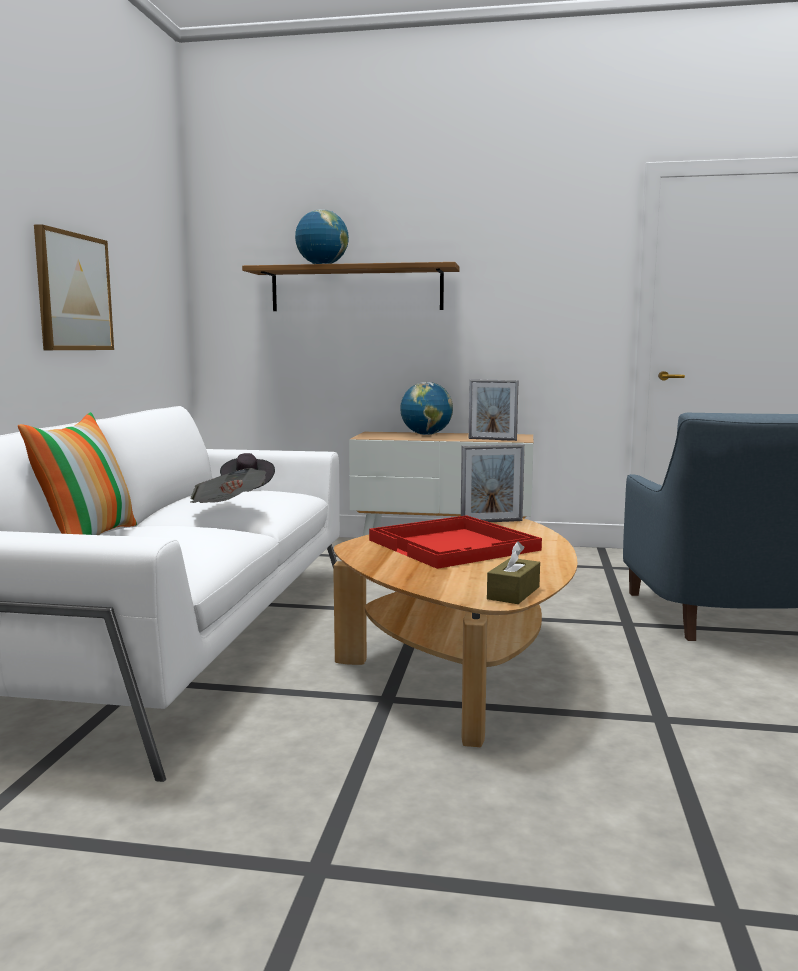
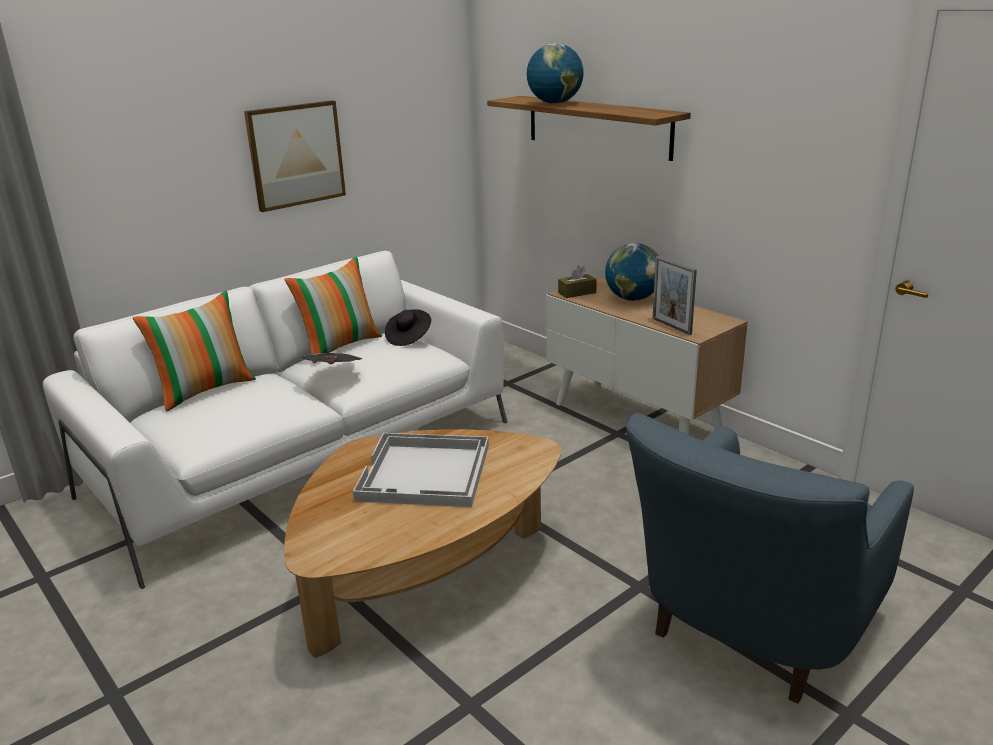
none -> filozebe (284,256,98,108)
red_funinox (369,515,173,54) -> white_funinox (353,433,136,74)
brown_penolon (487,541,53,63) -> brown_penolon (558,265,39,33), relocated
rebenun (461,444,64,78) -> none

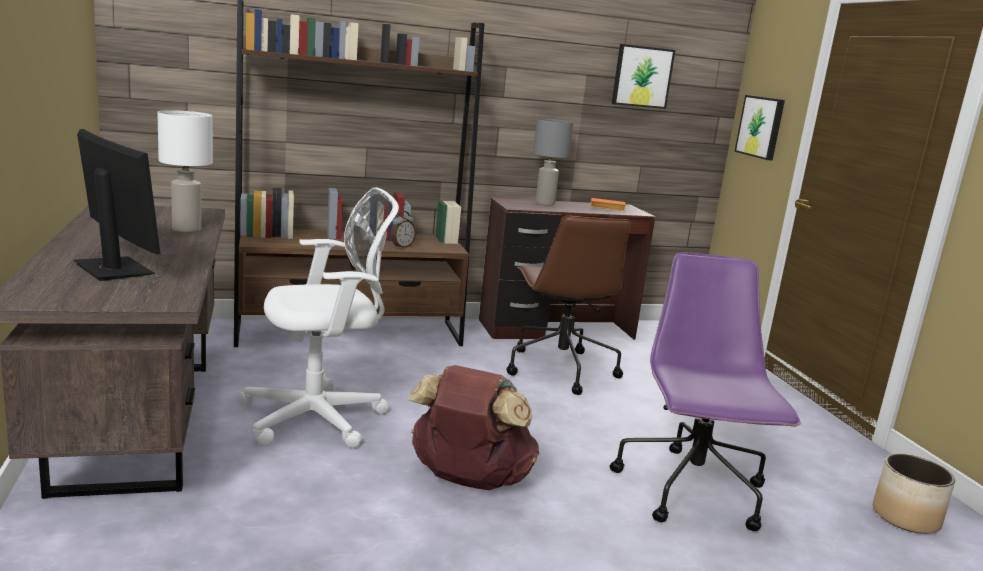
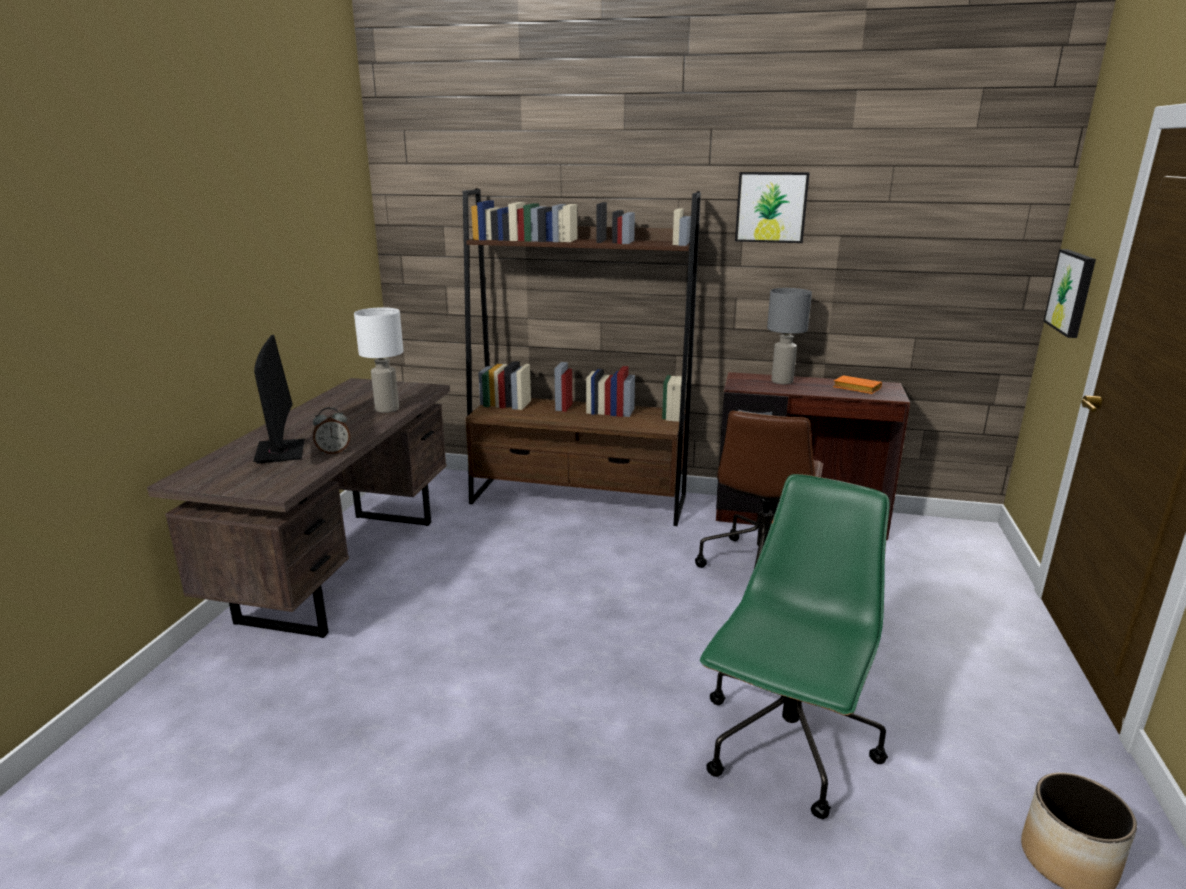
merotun (390,211,26,37) -> merotun (313,407,37,47), relocated
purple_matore (610,252,191,279) -> green_matore (700,474,190,345)
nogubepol (612,44,63,65) -> nogubepol (735,172,75,71), relocated
white_matore (237,187,162,261) -> none
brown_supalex (408,365,131,125) -> none

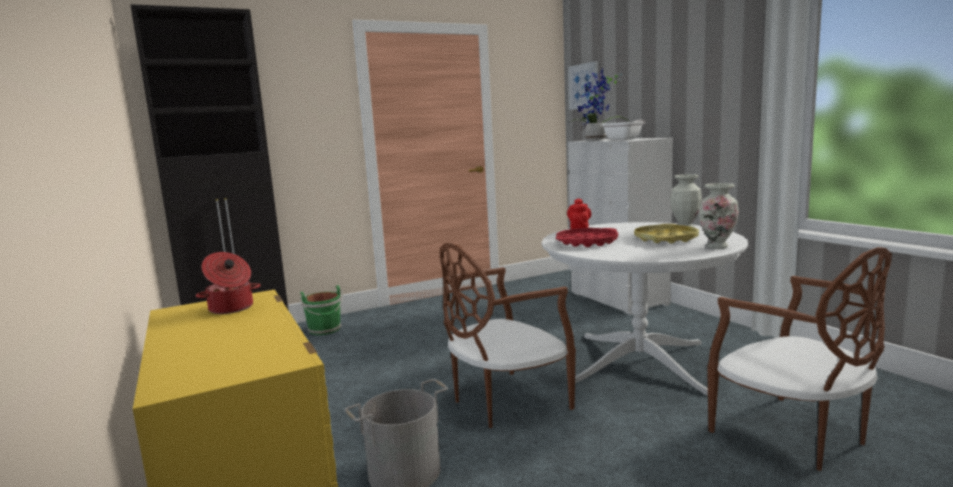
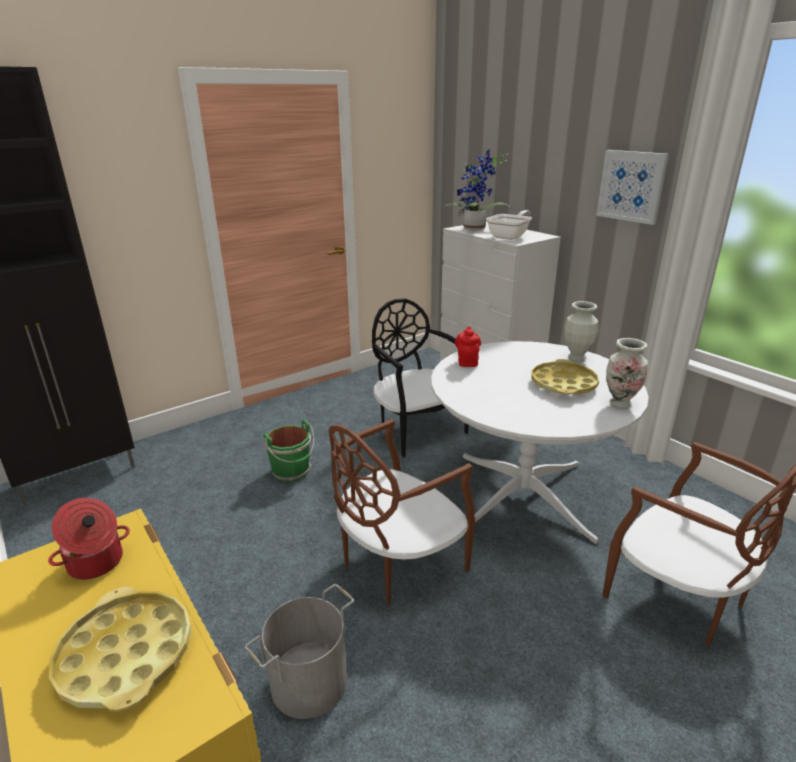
none -> yellow_funinox (49,587,142,125)
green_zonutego (300,285,43,50) -> green_zonutego (263,420,51,62), relocated
none -> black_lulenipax (372,299,97,158)
nogubepol (568,61,30,49) -> nogubepol (596,150,73,75), relocated
red_funinox (556,228,62,19) -> none

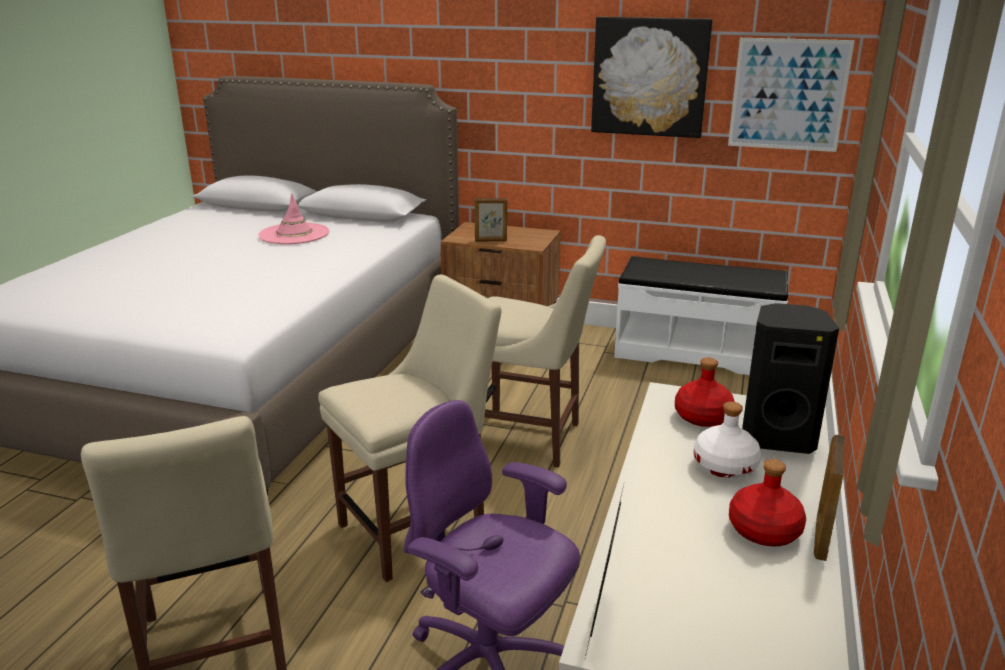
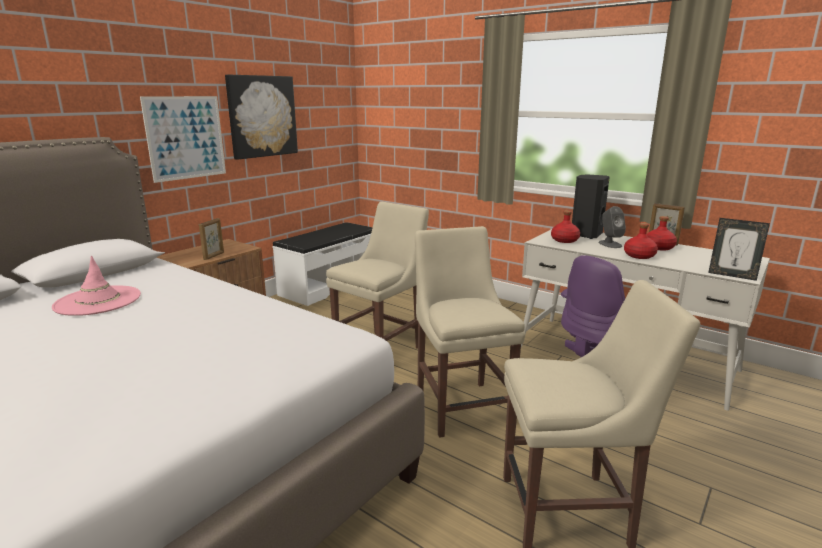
nogubepol (728,38,127,114) -> nogubepol (140,96,86,87), relocated
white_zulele (694,401,67,77) -> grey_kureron (598,206,28,42)
none -> red_zulele (624,223,34,36)

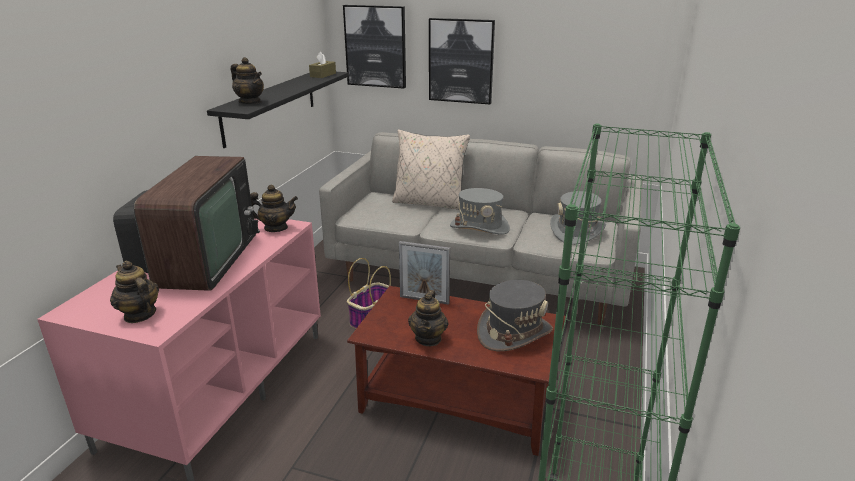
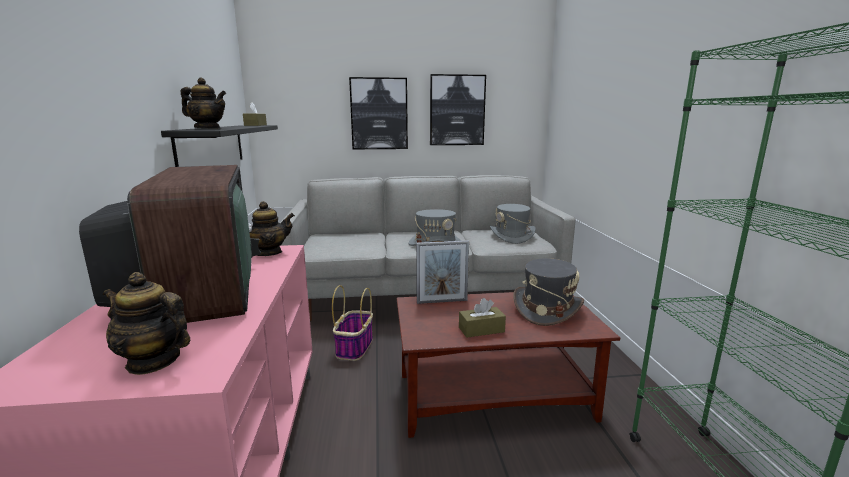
nogubepol (343,5,63,84) -> nogubepol (430,74,56,71), relocated
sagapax (408,290,40,56) -> brown_penolon (459,298,47,40)
beige_filozebe (392,129,78,80) -> none

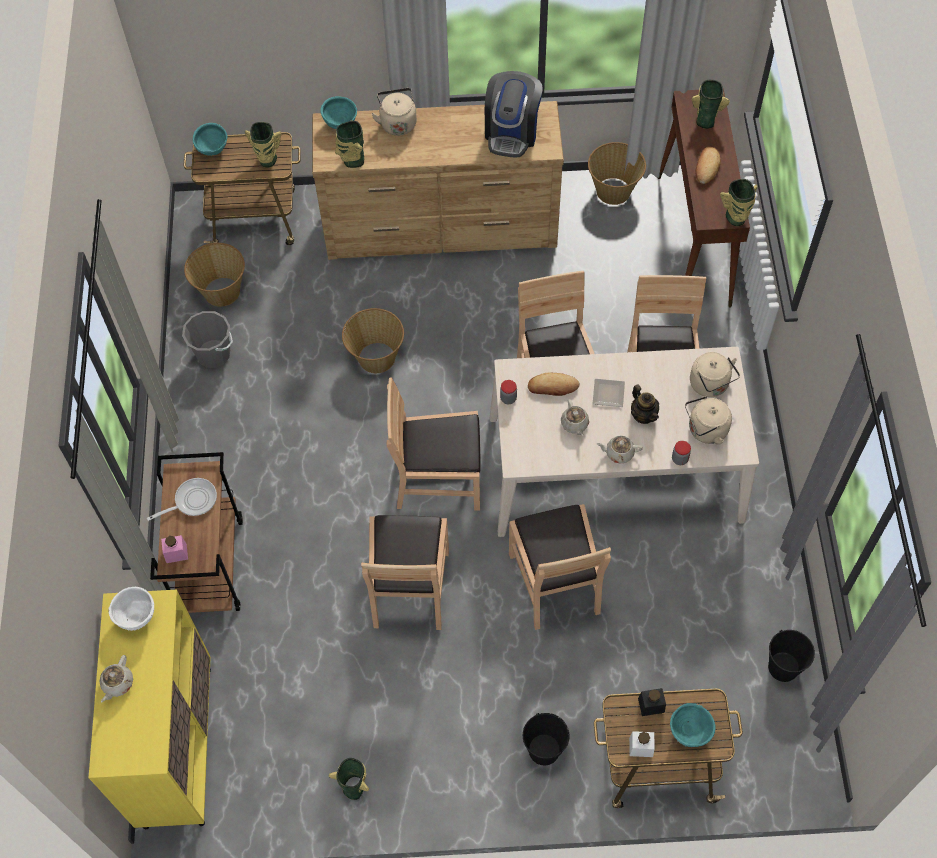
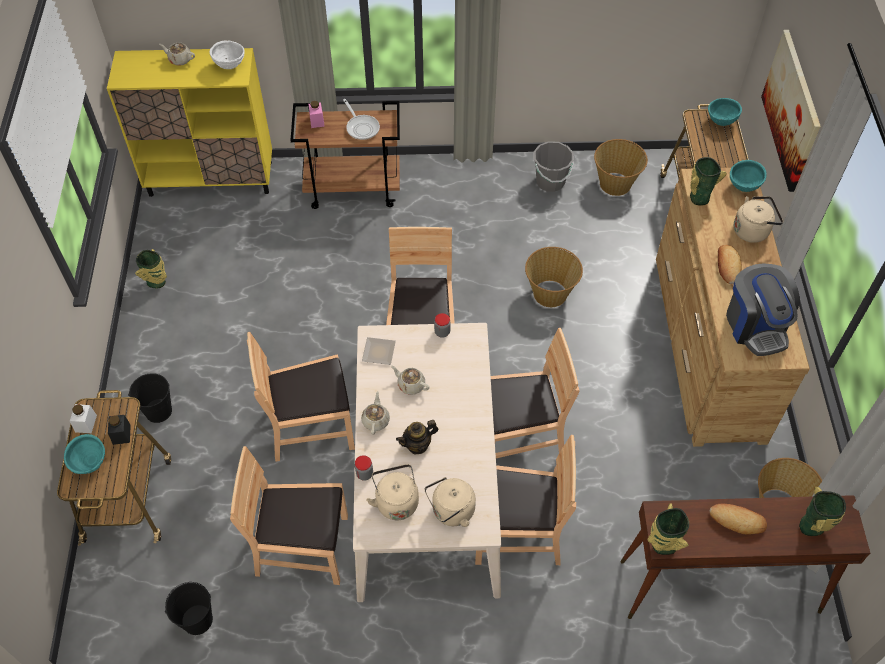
brown_lulenipax (361,515,88,115) -> brown_lulenipax (230,446,118,139), relocated
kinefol (593,379,32,28) -> kinefol (362,337,34,28), relocated
beige_sagapax (561,399,28,37) -> beige_sagapax (391,365,39,30), 45 degrees clockwise
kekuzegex (528,373,52,23) -> kekuzegex (718,245,24,39), relocated
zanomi (485,71,58,87) -> zanomi (726,263,74,93), 120 degrees counterclockwise
none -> nogubepol (761,30,60,162)
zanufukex (245,122,36,46) -> none

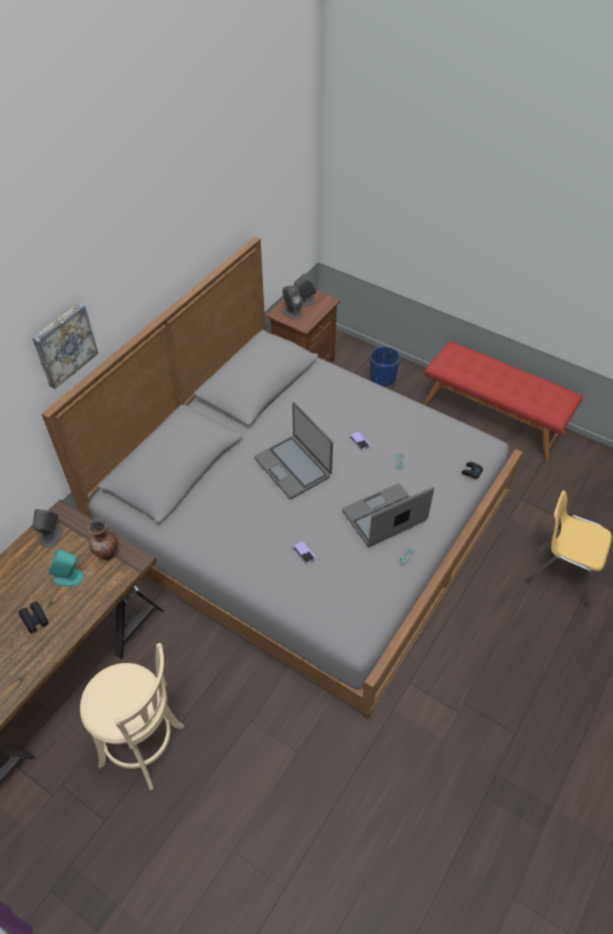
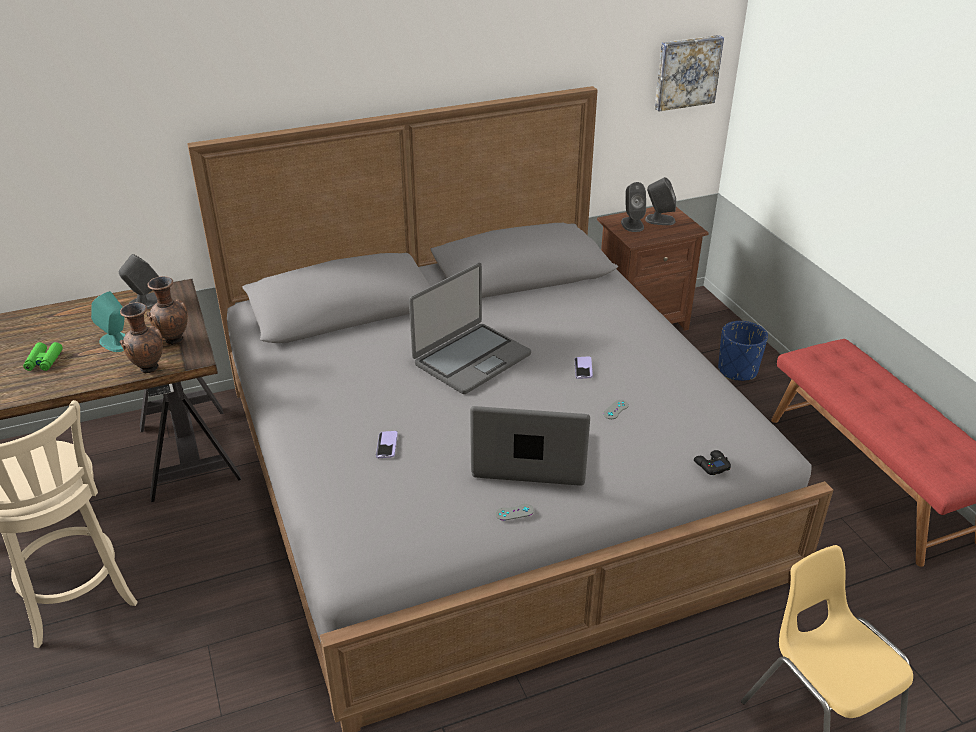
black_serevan (18,602,30,31) -> green_serevan (23,342,40,29)
none -> brown_zanufukex (119,302,44,71)
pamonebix (254,402,79,97) -> pamonebix (409,263,122,131), 135 degrees counterclockwise
nogubepol (32,303,66,86) -> nogubepol (655,35,69,76), relocated

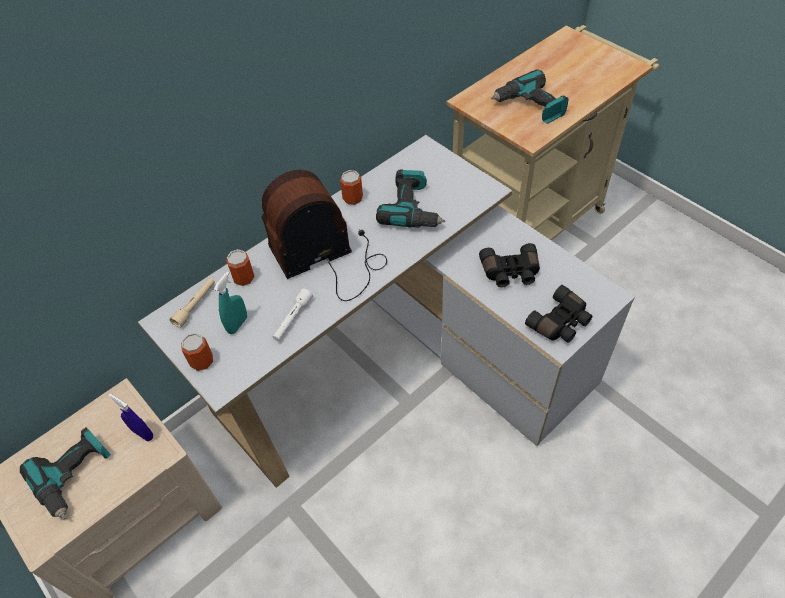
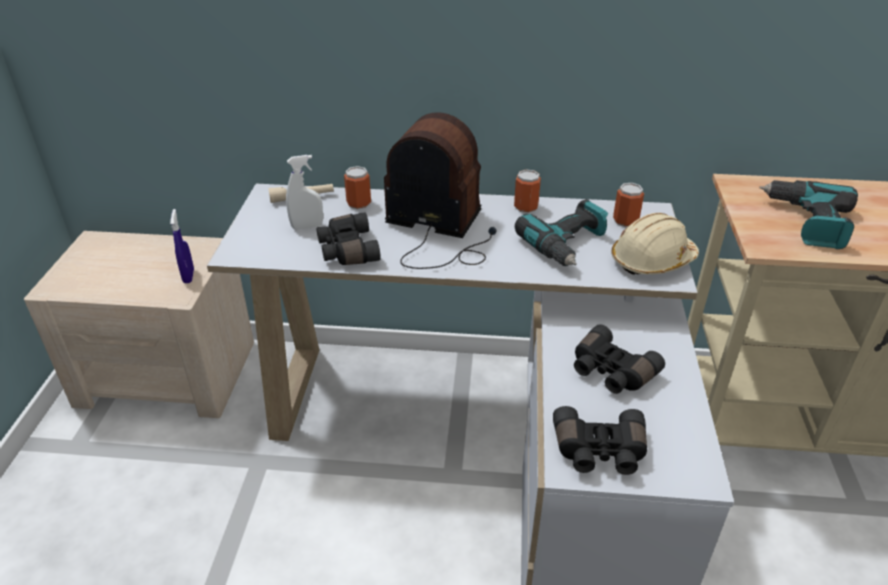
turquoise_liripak (214,271,33,63) -> white_liripak (286,155,37,75)
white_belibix (273,288,40,53) -> black_serevan (317,212,64,53)
none -> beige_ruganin (611,213,88,62)
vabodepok (181,333,32,38) -> vabodepok (613,183,31,44), relocated
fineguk (20,427,91,92) -> none

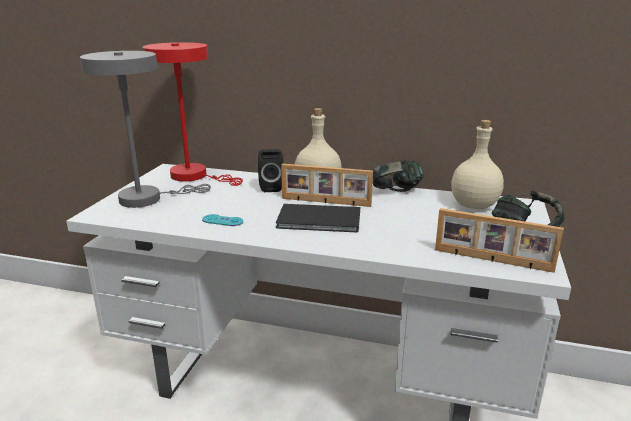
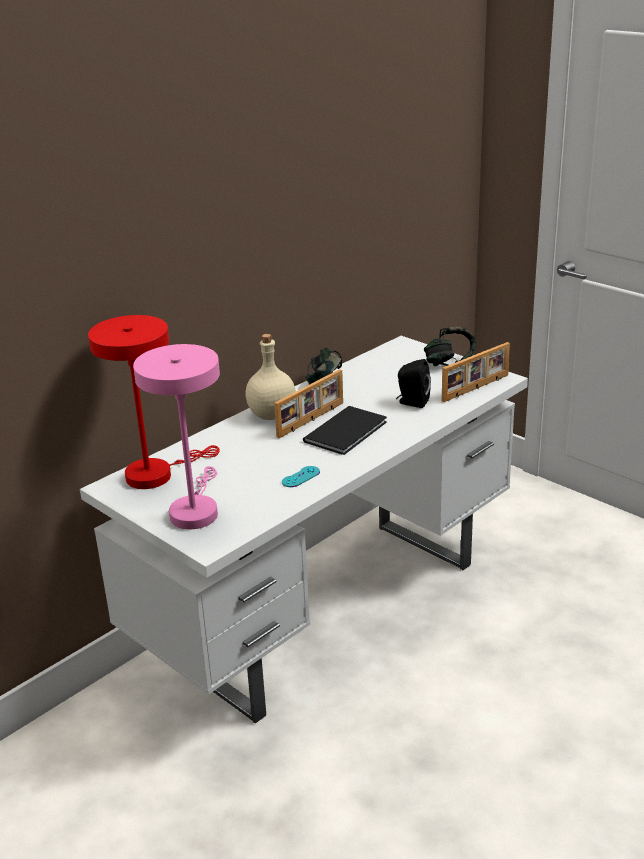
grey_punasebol (80,51,131,157) -> pink_punasebol (133,344,87,185)
black_kureron (258,149,26,43) -> black_kureron (396,359,35,49), relocated
beige_zulele (451,120,53,89) -> none

